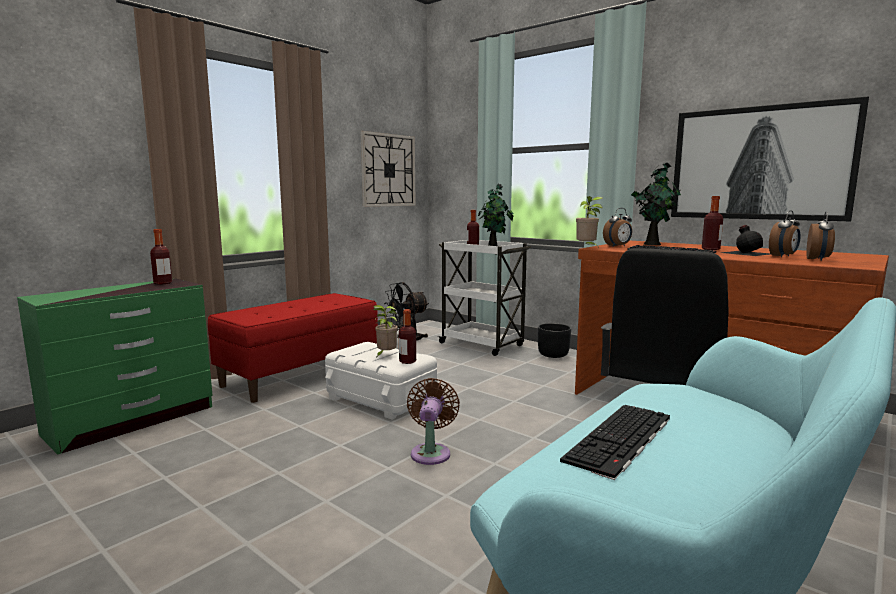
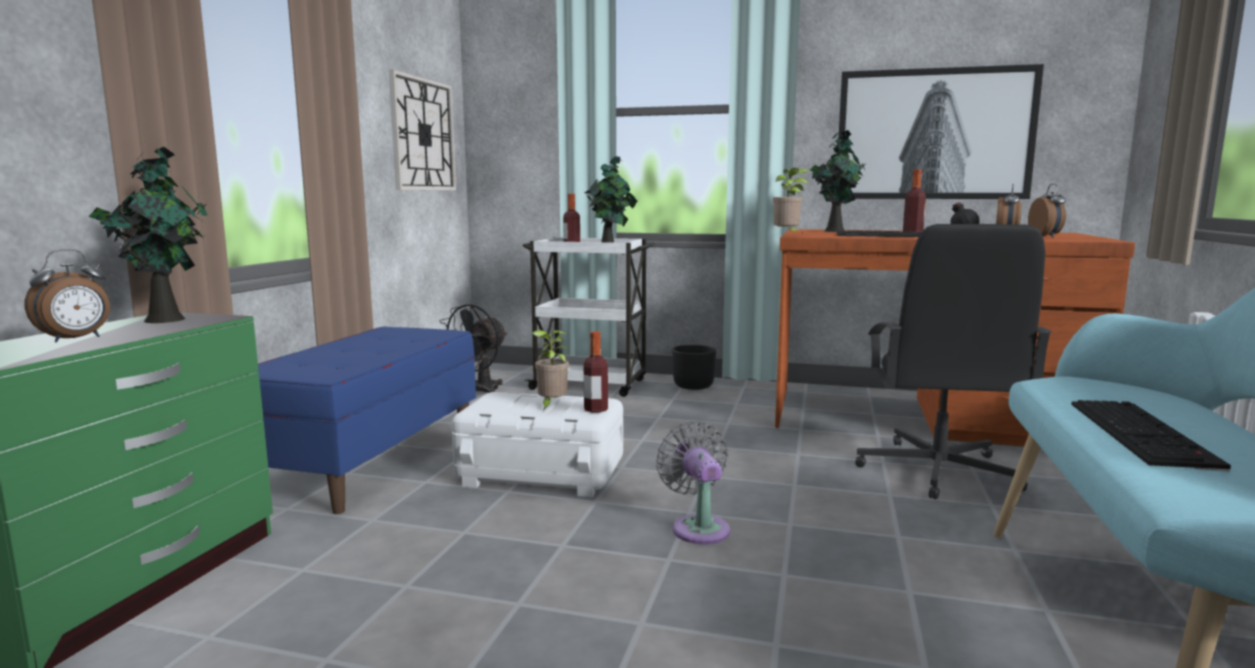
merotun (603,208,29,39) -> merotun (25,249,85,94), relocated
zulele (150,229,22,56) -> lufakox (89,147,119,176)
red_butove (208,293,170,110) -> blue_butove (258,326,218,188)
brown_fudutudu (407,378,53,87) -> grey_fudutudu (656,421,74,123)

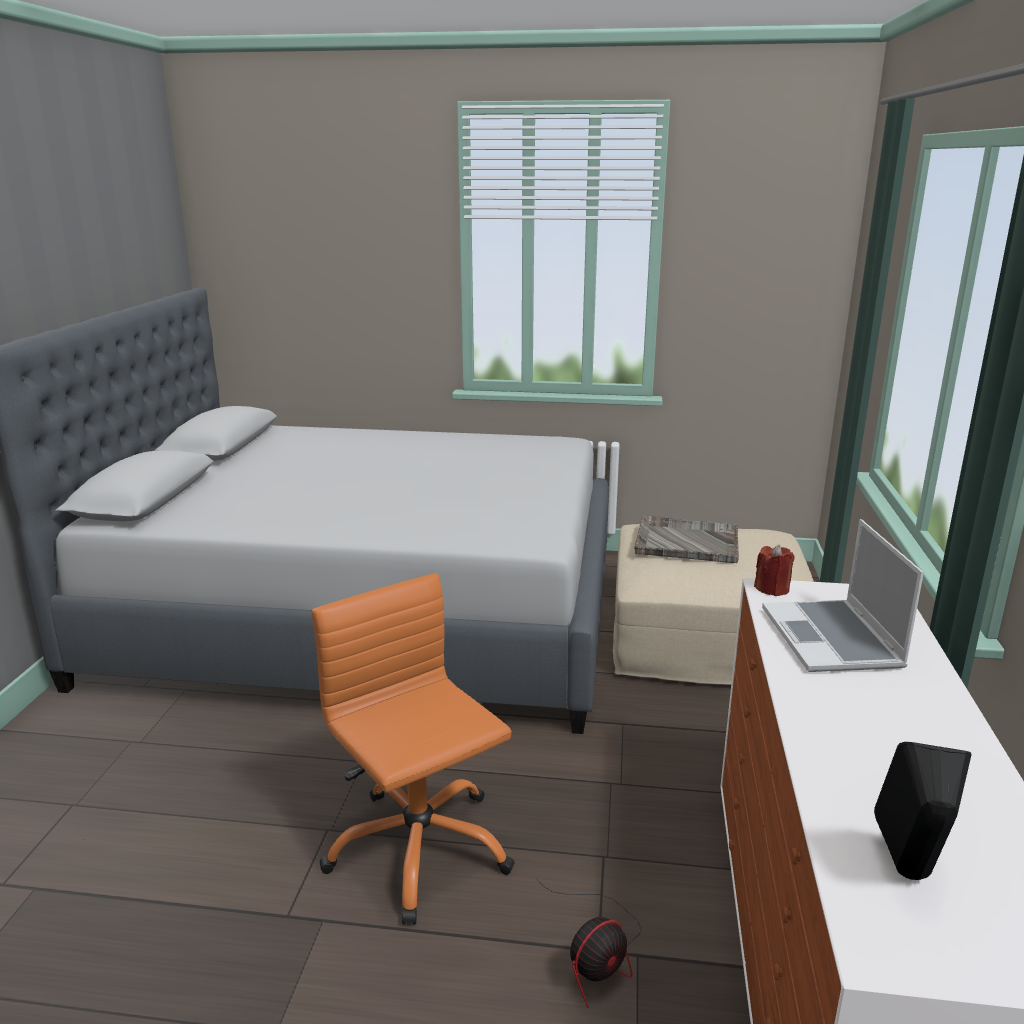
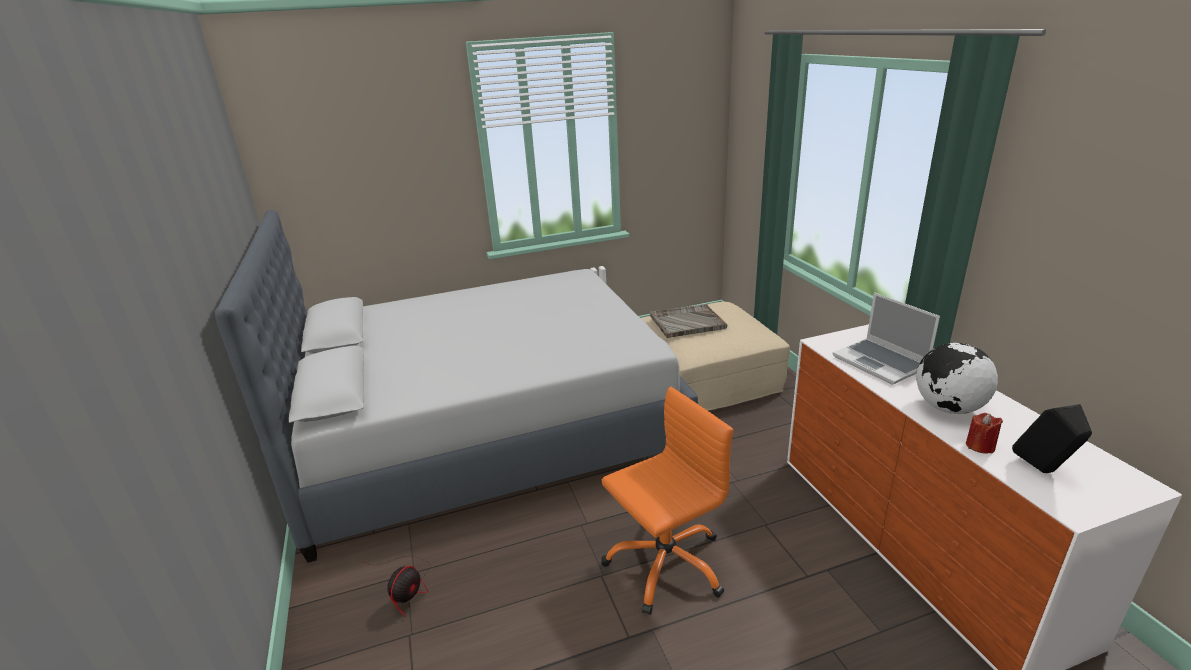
fudutudu (536,879,105,129) -> fudutudu (364,556,66,61), relocated
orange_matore (312,573,203,352) -> orange_matore (601,387,133,228), 120 degrees clockwise
none -> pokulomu (916,343,82,71)
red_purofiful (754,545,41,51) -> red_purofiful (966,413,37,41), relocated

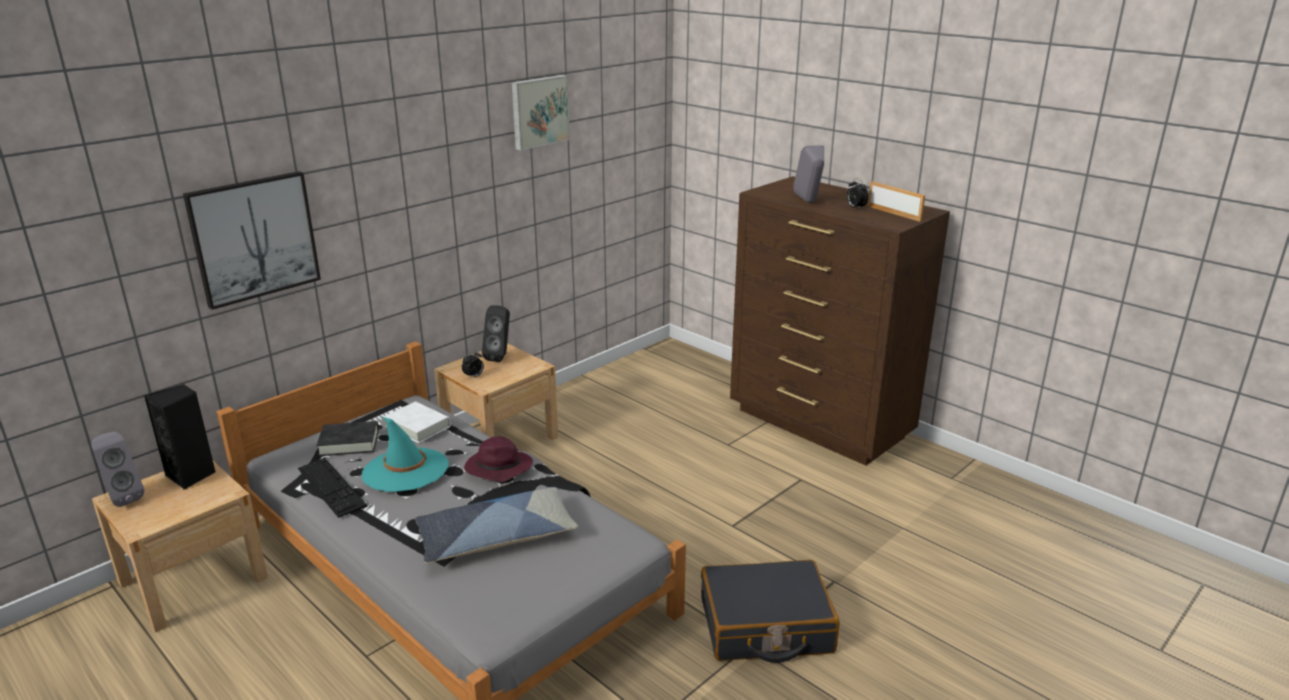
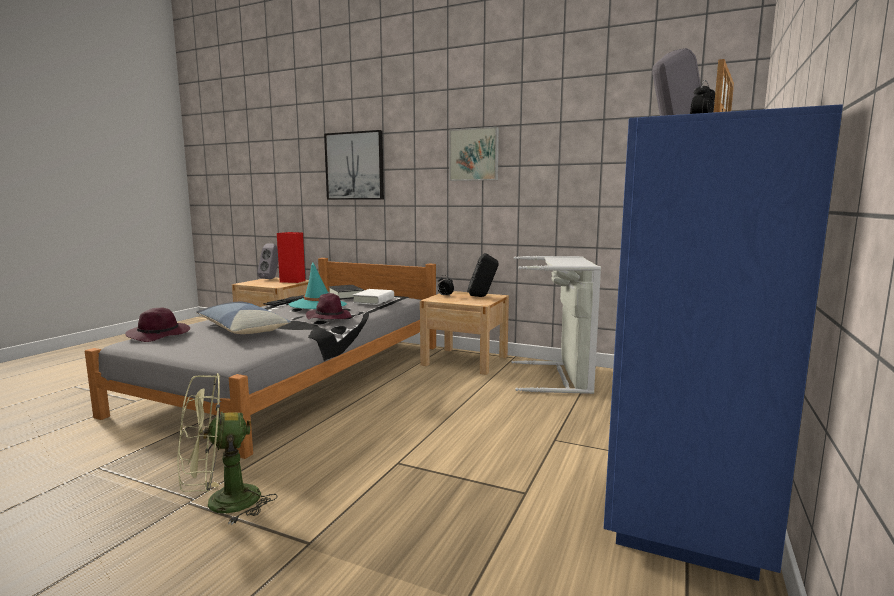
none -> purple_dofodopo (125,307,65,35)
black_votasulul (701,560,139,103) -> green_fudutudu (177,373,101,152)
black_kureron (144,385,72,105) -> red_kureron (277,232,28,51)
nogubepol (512,75,58,76) -> nogubepol (449,127,50,54), relocated
none -> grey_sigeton (511,256,90,138)
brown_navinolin (730,176,220,290) -> blue_navinolin (604,104,239,477)

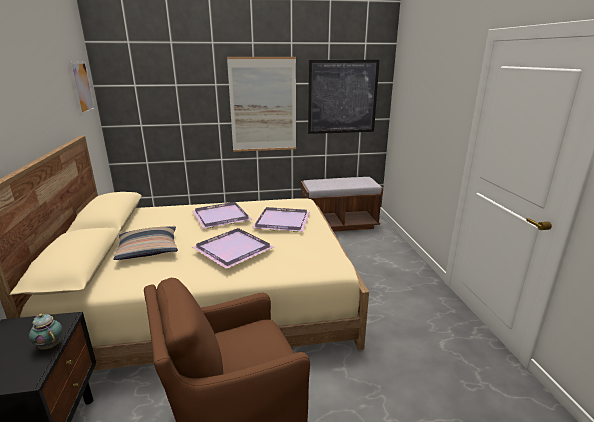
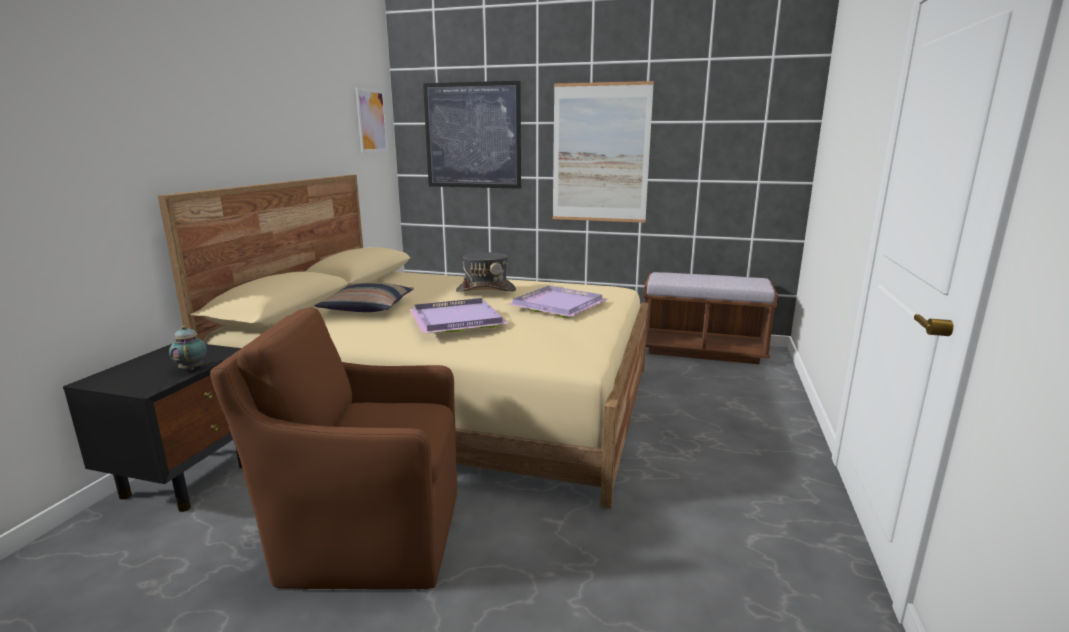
nogubepol (308,60,71,74) -> nogubepol (423,81,98,108), relocated
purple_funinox (192,202,60,27) -> grey_dofodopo (456,252,60,40)

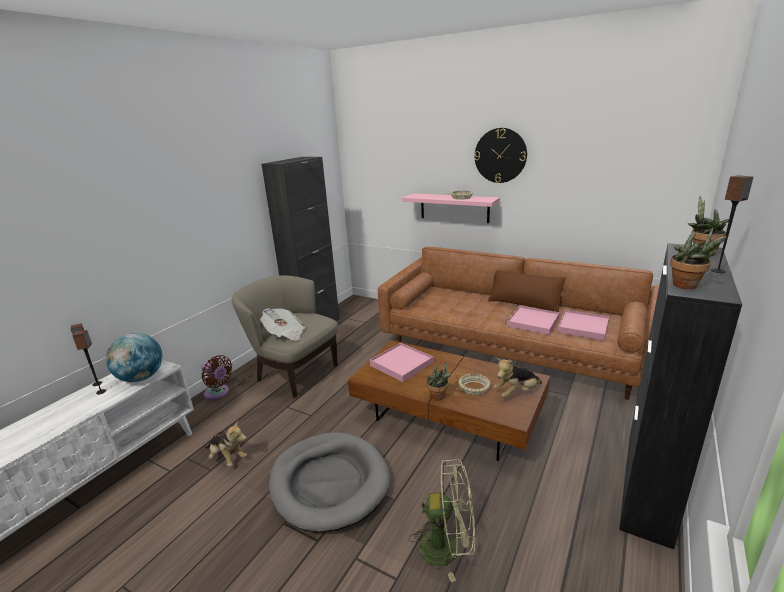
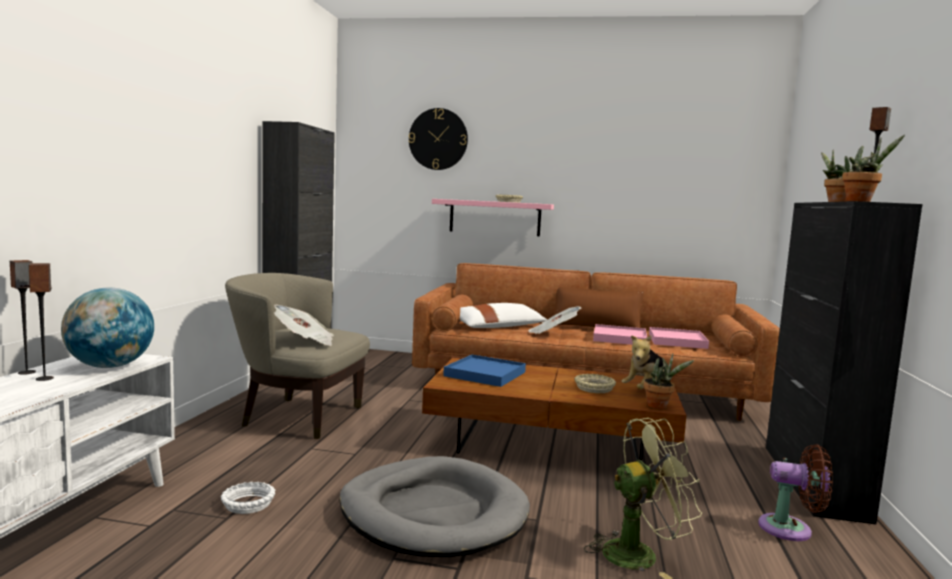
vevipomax (205,422,42,45) -> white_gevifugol (221,482,54,32)
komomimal (474,128,53,55) -> komomimal (409,108,59,62), relocated
pink_funinox (370,343,64,39) -> blue_funinox (443,355,83,32)
none -> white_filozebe (460,303,87,25)
none -> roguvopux (528,306,54,28)
lufakox (427,362,25,39) -> lufakox (644,353,50,56), relocated
brown_fudutudu (201,355,32,45) -> brown_fudutudu (758,444,75,97), relocated

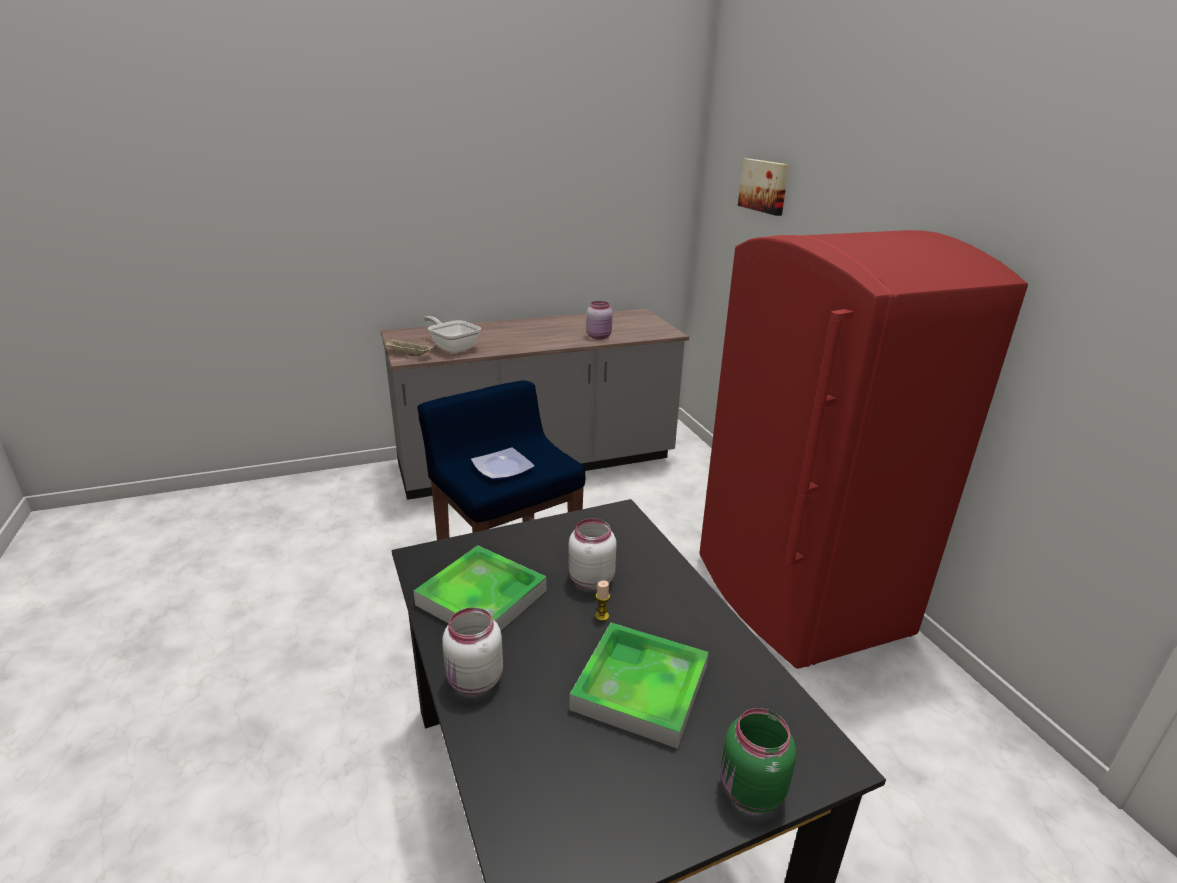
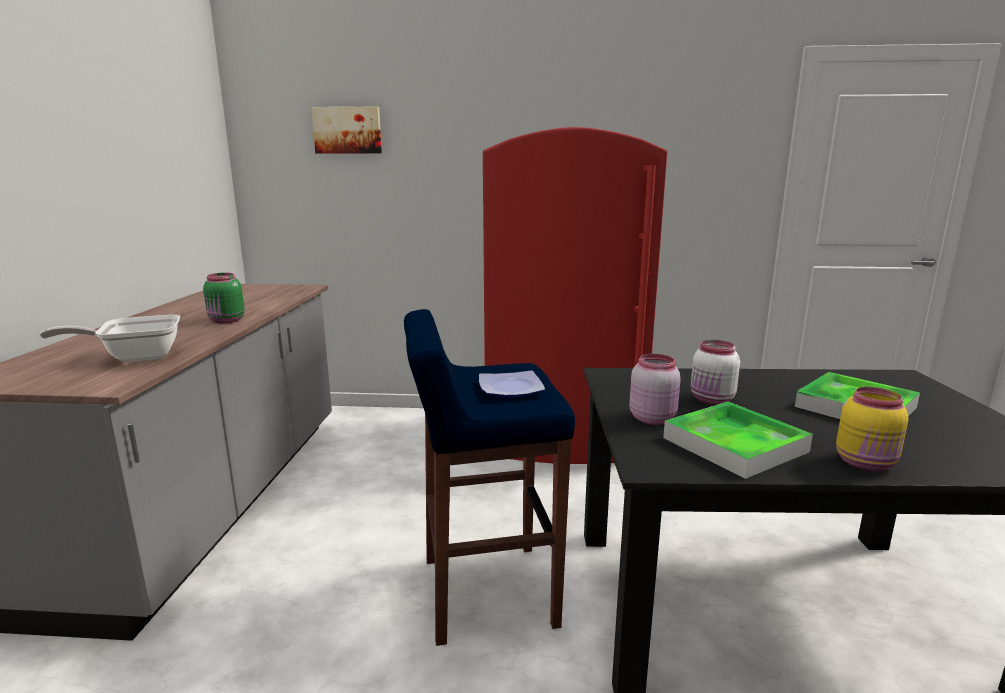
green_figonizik (720,708,76,105) -> green_figonizik (203,273,42,51), relocated
pink_figonizik (586,301,27,39) -> pink_figonizik (629,354,52,71), relocated
white_figonizik (442,607,61,88) -> yellow_figonizik (836,387,72,84)
beige_funinox (382,338,53,18) -> none
purofiful (595,581,15,40) -> none

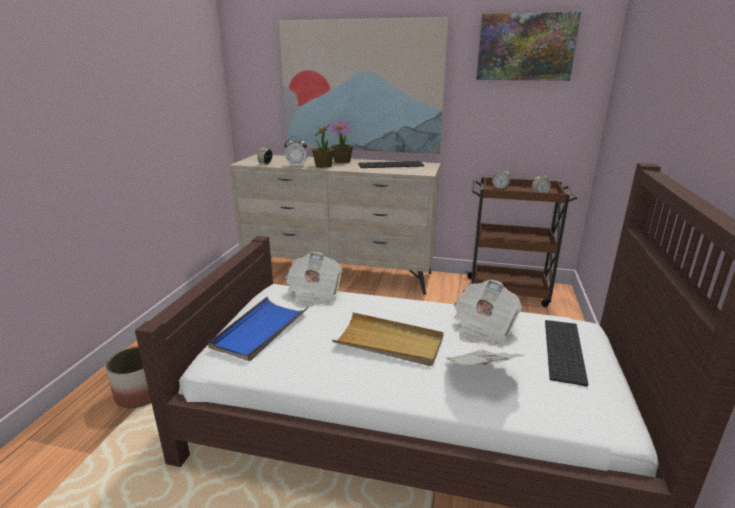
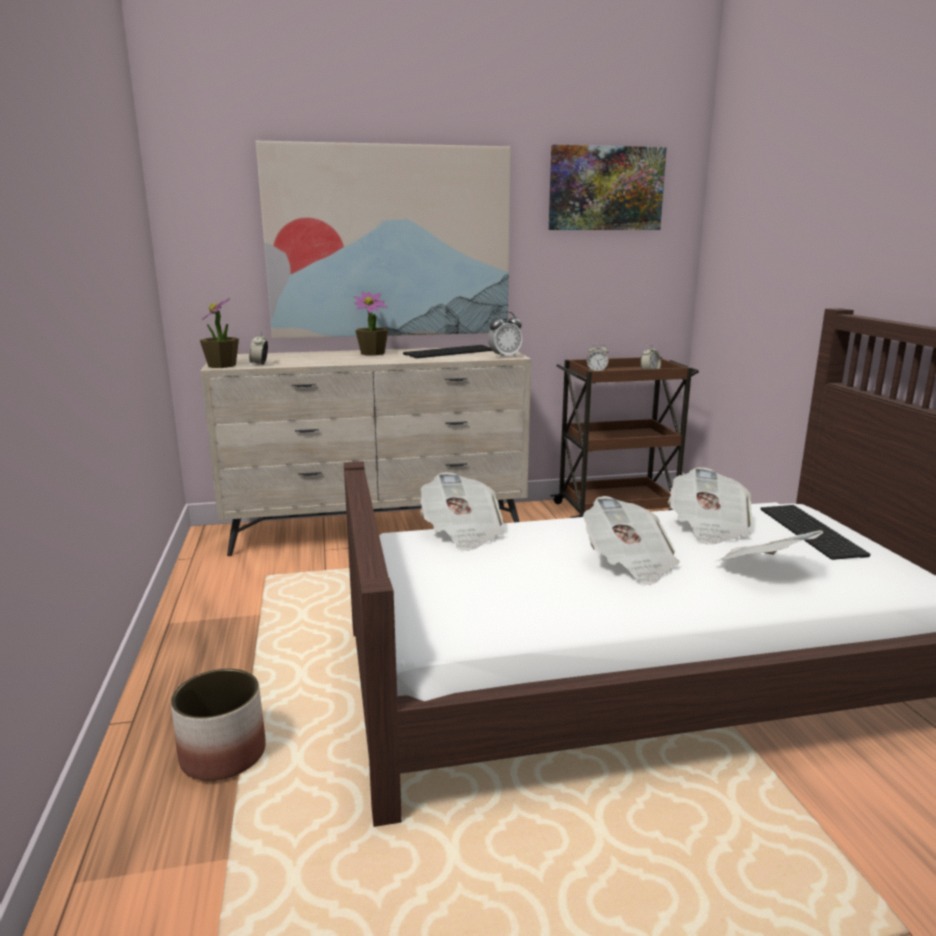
lufakox (312,124,22,44) -> lufakox (200,298,39,70), relocated
merotun (284,136,23,31) -> merotun (488,311,35,48), relocated
beige_funinox (332,312,112,54) -> roguvopux (583,496,97,89)
blue_funinox (208,297,100,64) -> none

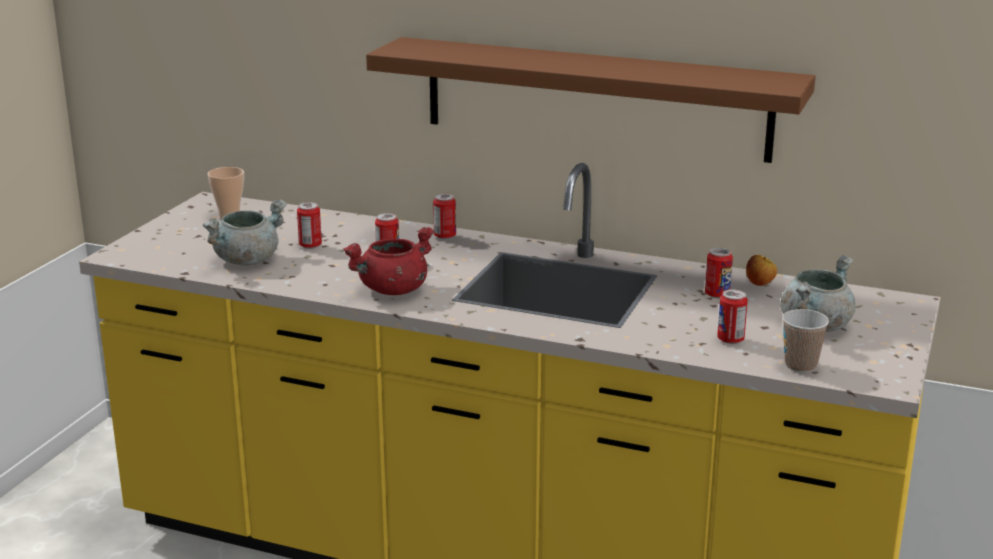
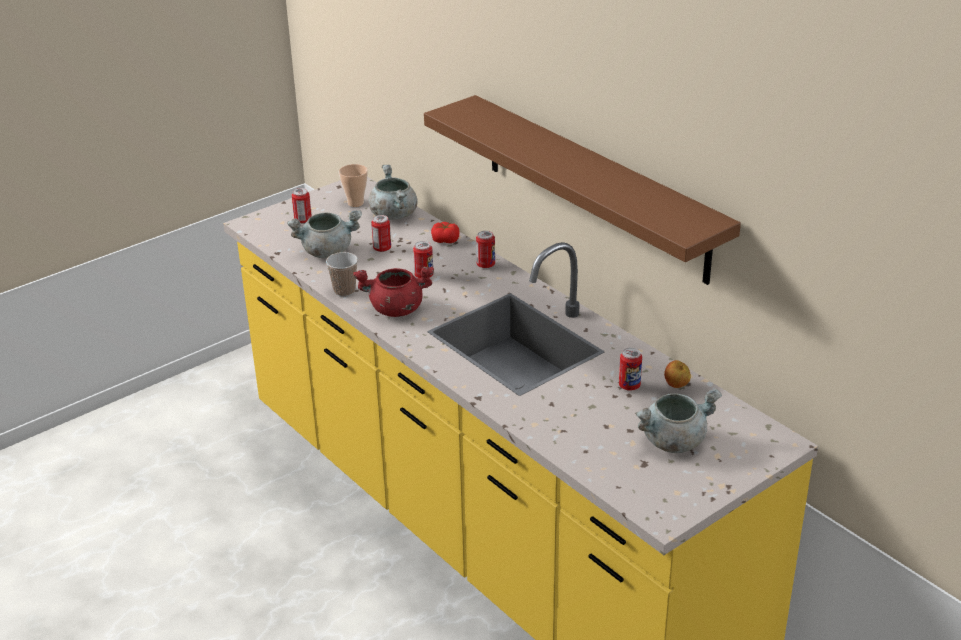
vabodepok (717,289,31,55) -> vabodepok (292,188,20,36), relocated
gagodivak (782,309,47,64) -> gagodivak (326,252,32,45), relocated
none -> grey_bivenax (368,165,50,55)
none -> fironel (431,222,28,21)

